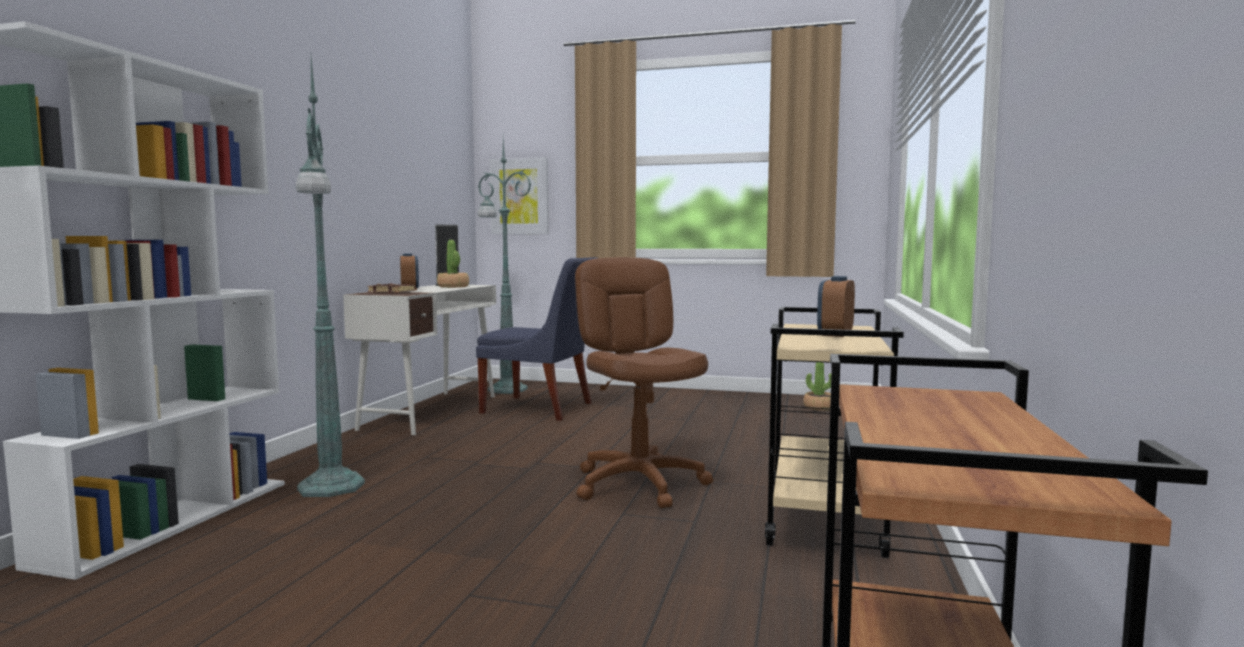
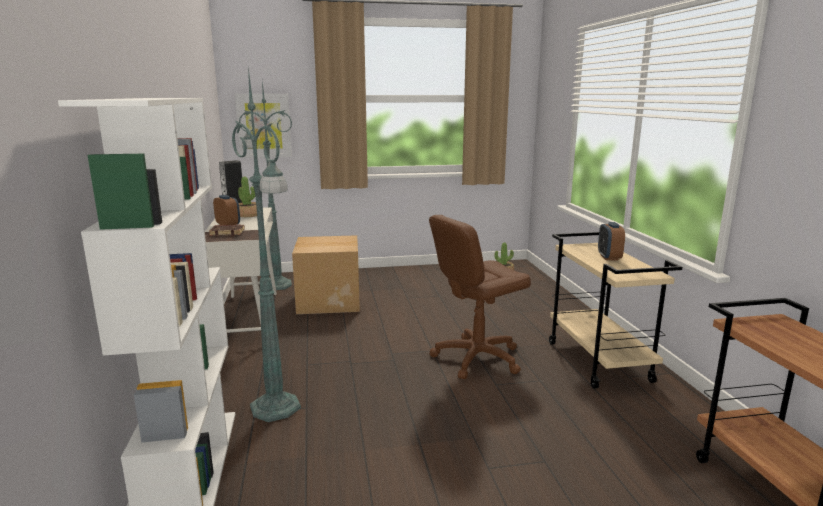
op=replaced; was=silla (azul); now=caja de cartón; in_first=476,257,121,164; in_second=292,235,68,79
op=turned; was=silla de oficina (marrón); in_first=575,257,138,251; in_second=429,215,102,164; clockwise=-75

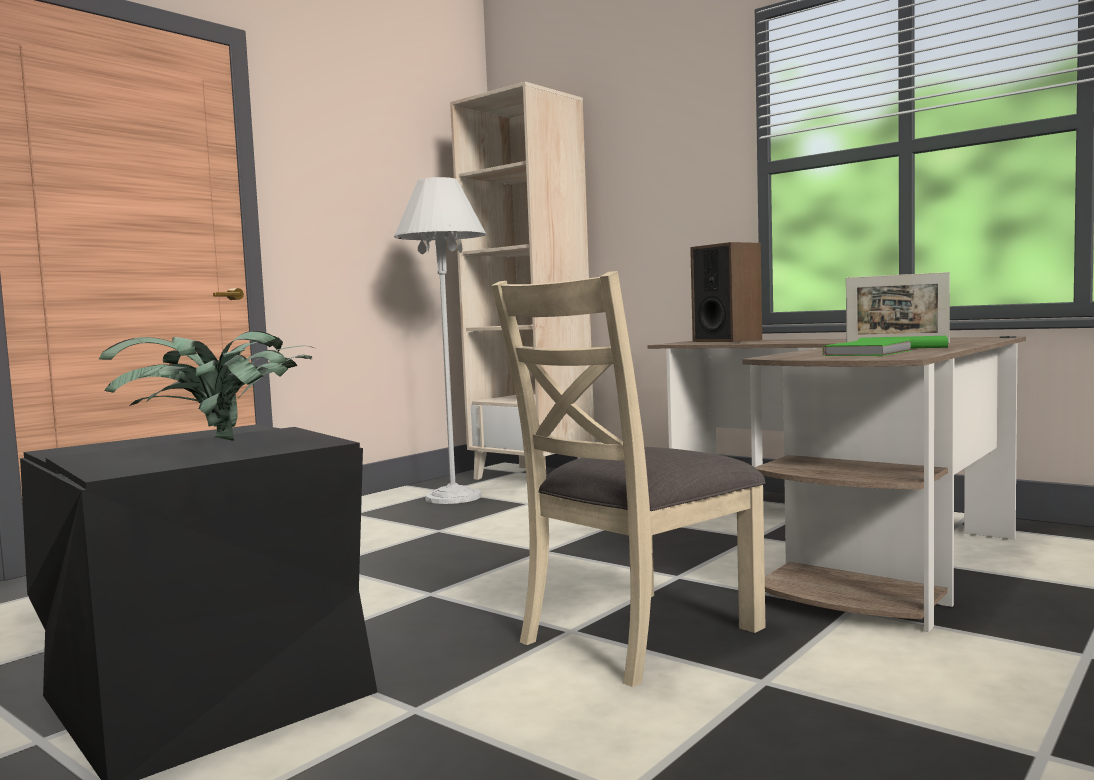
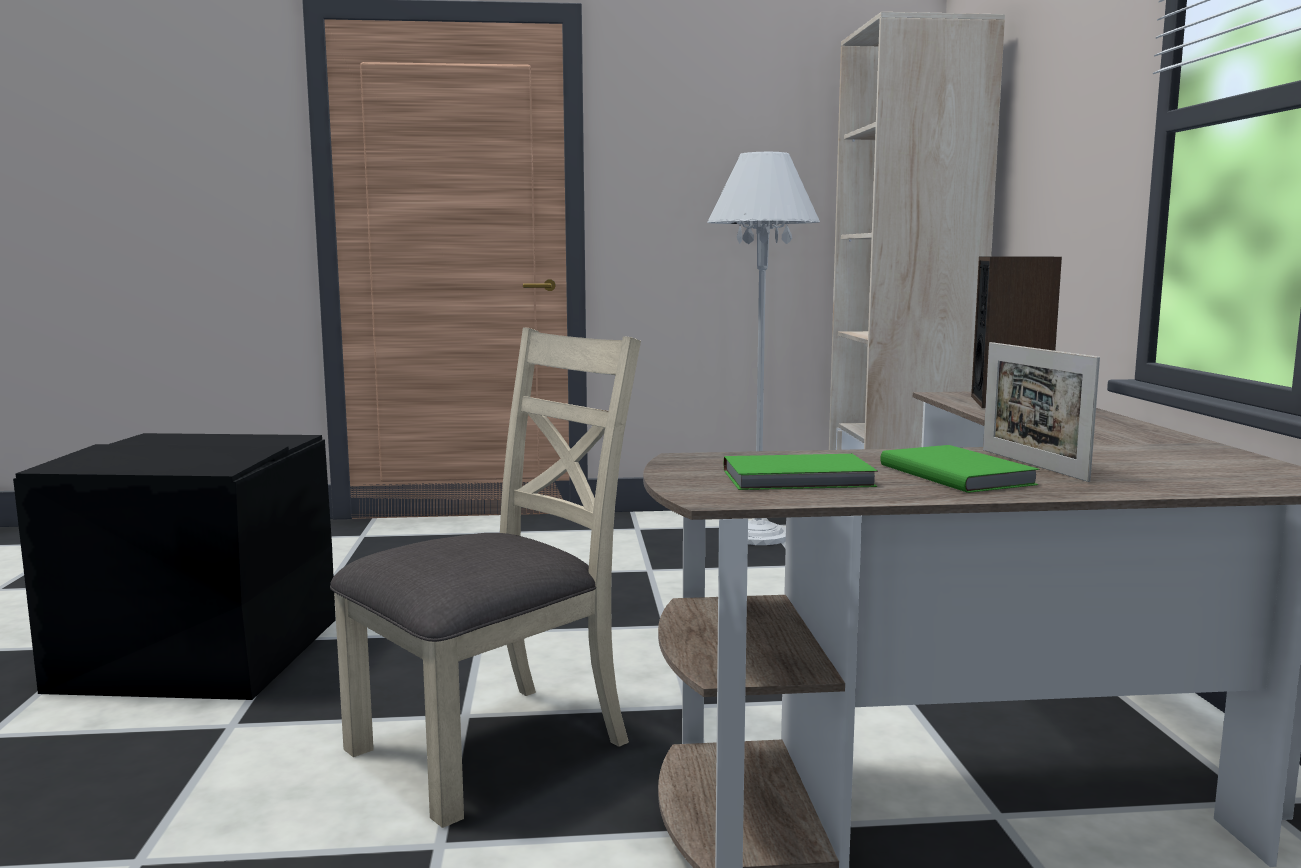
op=removed; was=planta en maceta; in_first=98,331,216,110
op=turned; was=silla (beis); in_first=491,271,275,416; in_second=330,327,311,501; clockwise=135

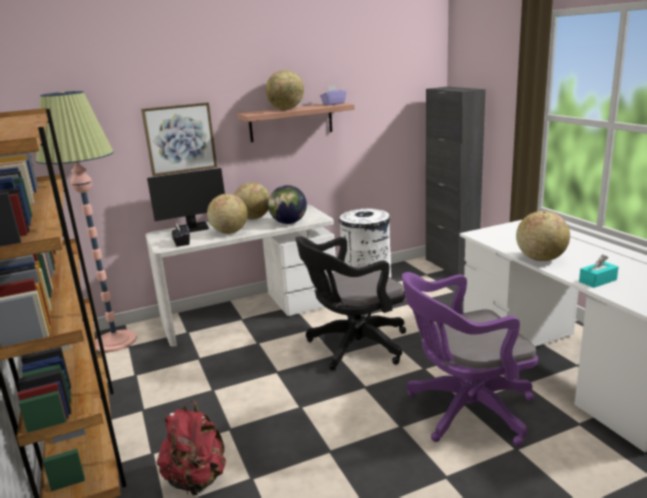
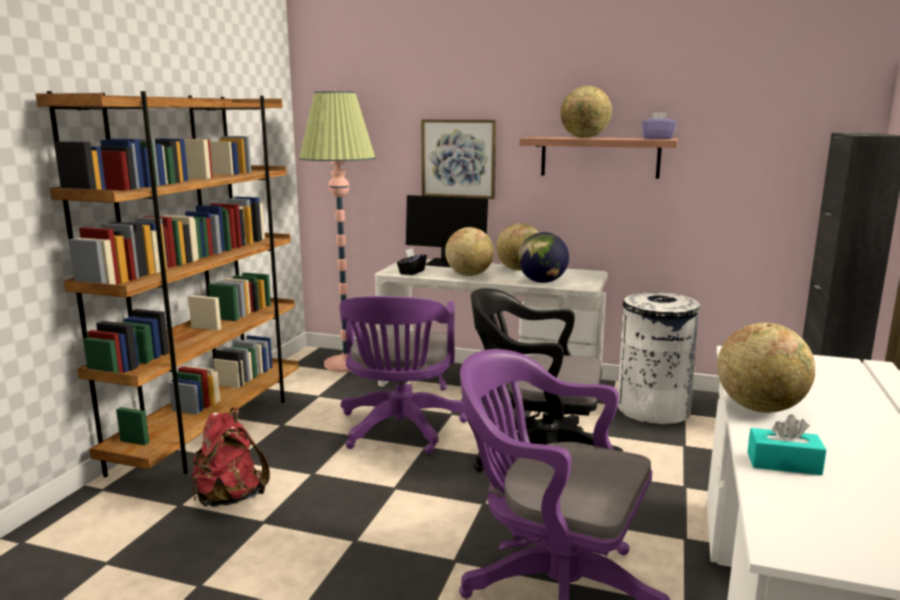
op=added; now=silla de oficina (morado); in_second=339,296,128,158

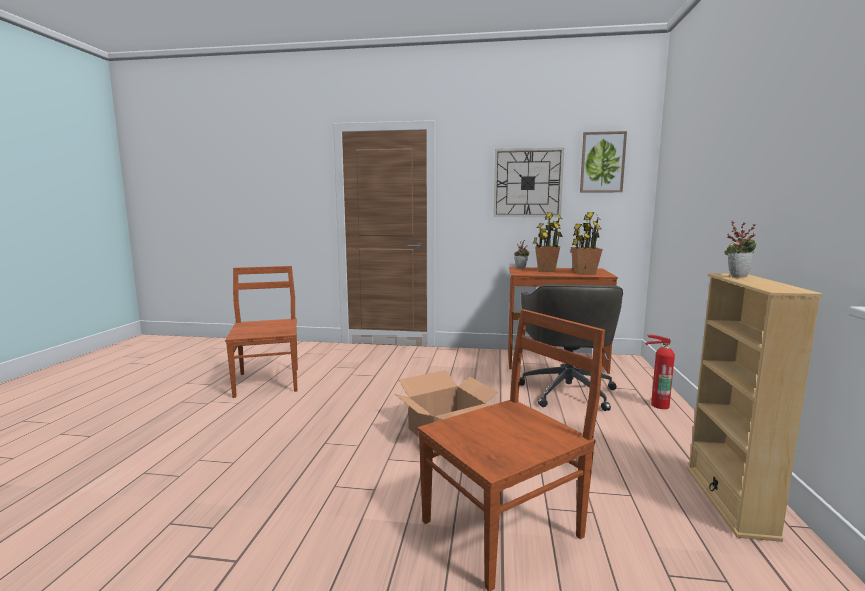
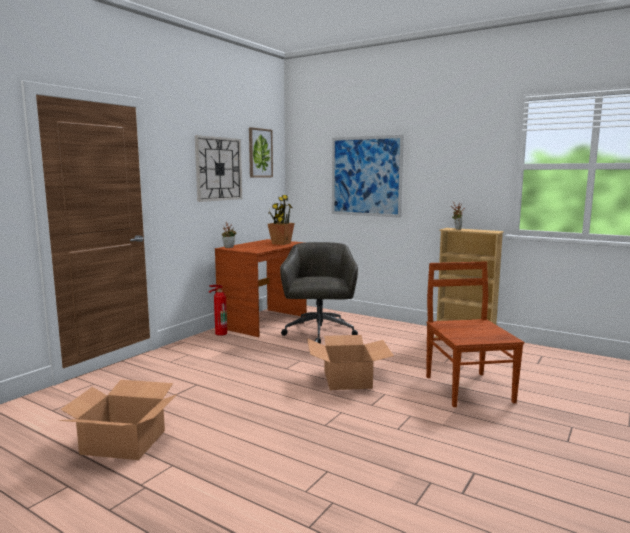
op=removed; was=planta en maceta; in_first=533,212,30,60
op=added; now=cuadro; in_second=332,135,72,83
op=moved; was=extintor; in_first=645,335,30,74; in_second=209,285,18,51
op=replaced; was=silla (marrón); now=caja de cartón; in_first=225,266,73,132; in_second=58,380,119,80
op=turned; was=silla de oficina (gris); in_first=519,284,104,127; in_second=280,242,78,102; clockwise=-120

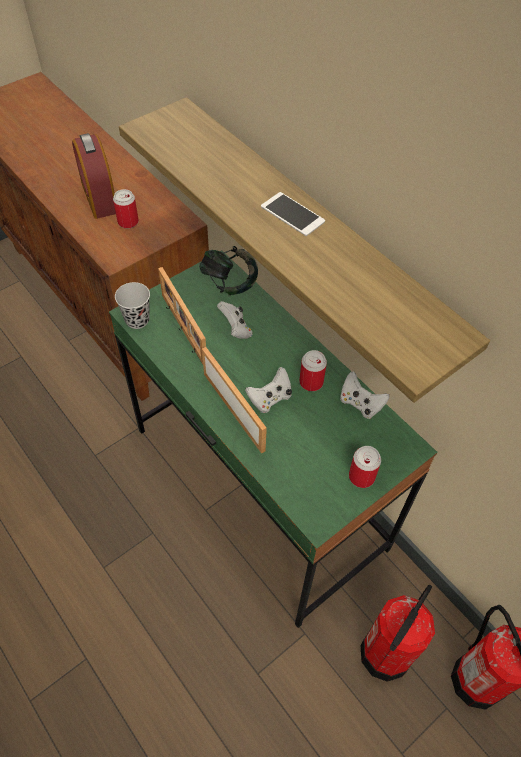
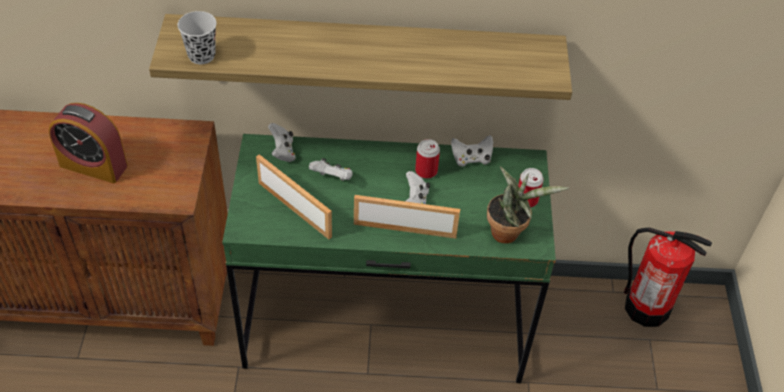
op=removed; was=lata; in_first=113,189,26,40
op=removed; was=móvil; in_first=261,192,64,44
op=removed; was=extintor; in_first=361,585,74,97
op=added; now=planta en maceta; in_second=487,166,82,78
op=moved; was=taza (negro); in_first=115,282,35,47; in_second=178,11,39,53
op=replaced; was=auriculares; now=mando de consola (blanco); in_first=199,246,59,49; in_second=268,123,28,39
op=turned; was=portarretratos; in_first=158,267,48,97; in_second=256,154,76,85; clockwise=-150

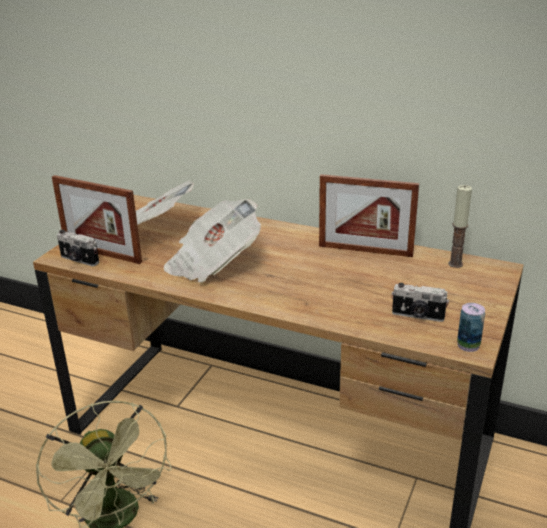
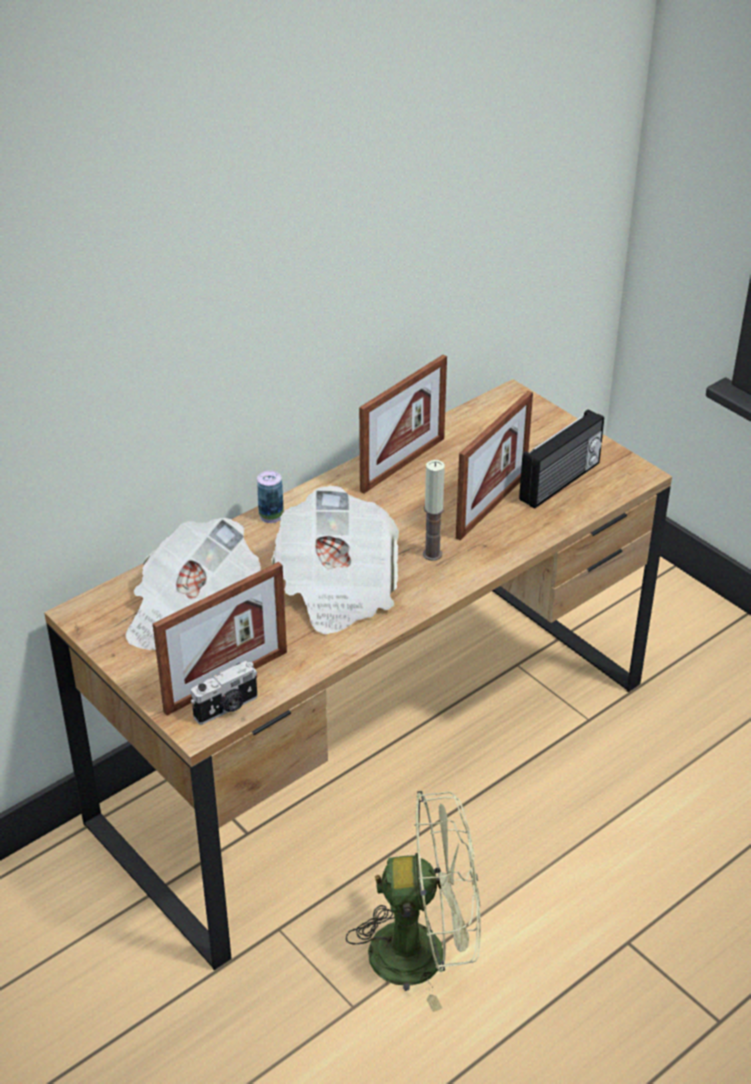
op=added; now=portarretratos; in_second=456,391,77,149
op=moved; was=vela; in_first=448,185,24,83; in_second=423,460,22,101
op=moved; was=lata; in_first=457,303,28,49; in_second=257,471,27,52
op=replaced; was=cámara; now=radio; in_first=392,283,57,39; in_second=519,409,85,100

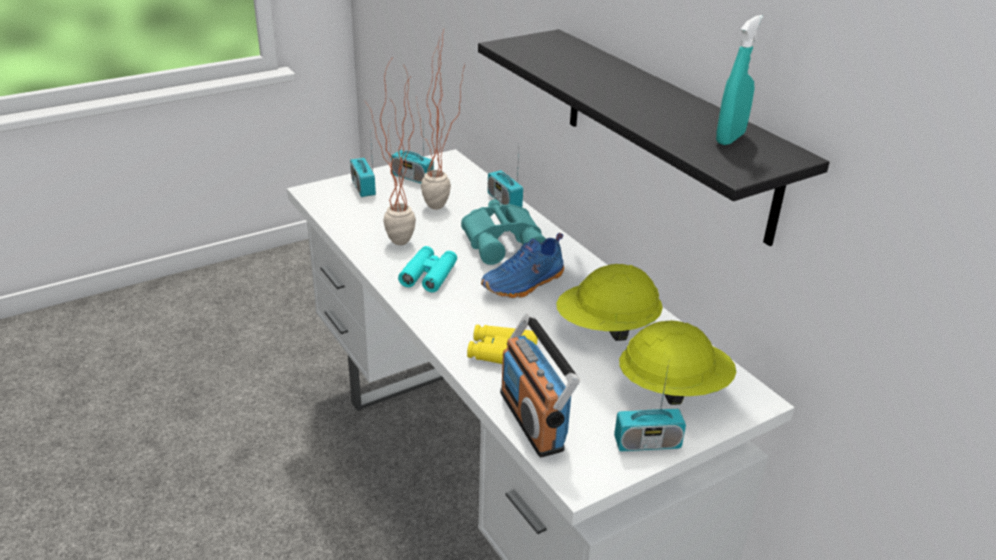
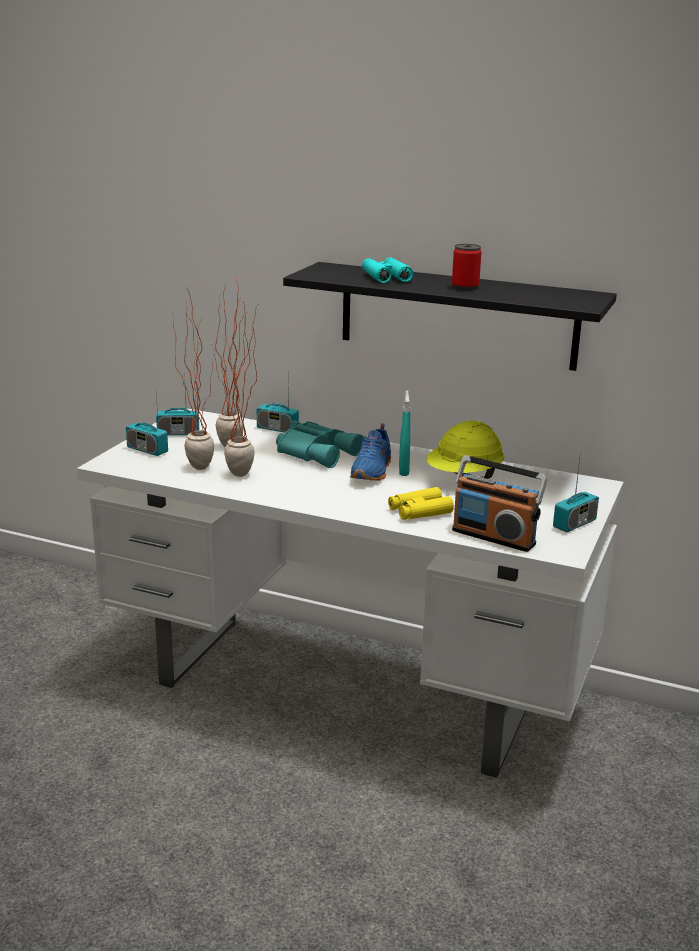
op=removed; was=casco (amarillo); in_first=619,321,117,84
op=added; now=planta en maceta; in_second=173,287,42,183
op=added; now=lata; in_second=452,244,29,46
op=moved; was=prismáticos (turquesa); in_first=398,246,59,46; in_second=362,257,51,26
op=moved; was=pulverizador (turquesa); in_first=716,15,47,130; in_second=399,390,11,86

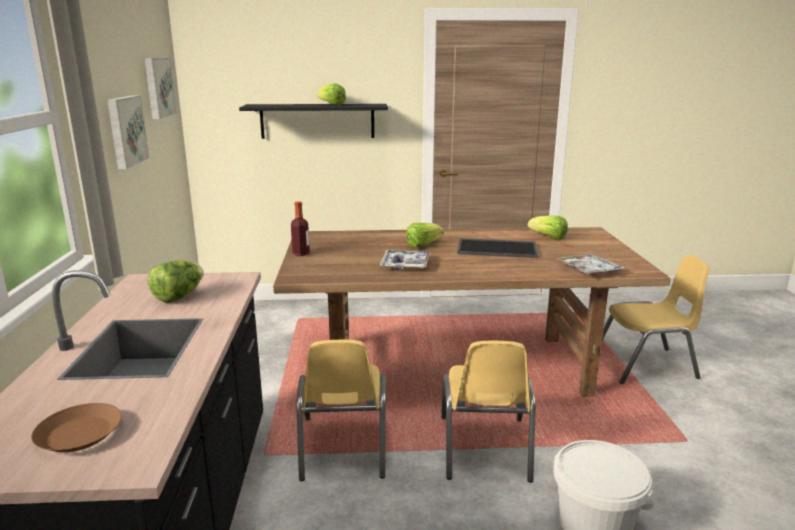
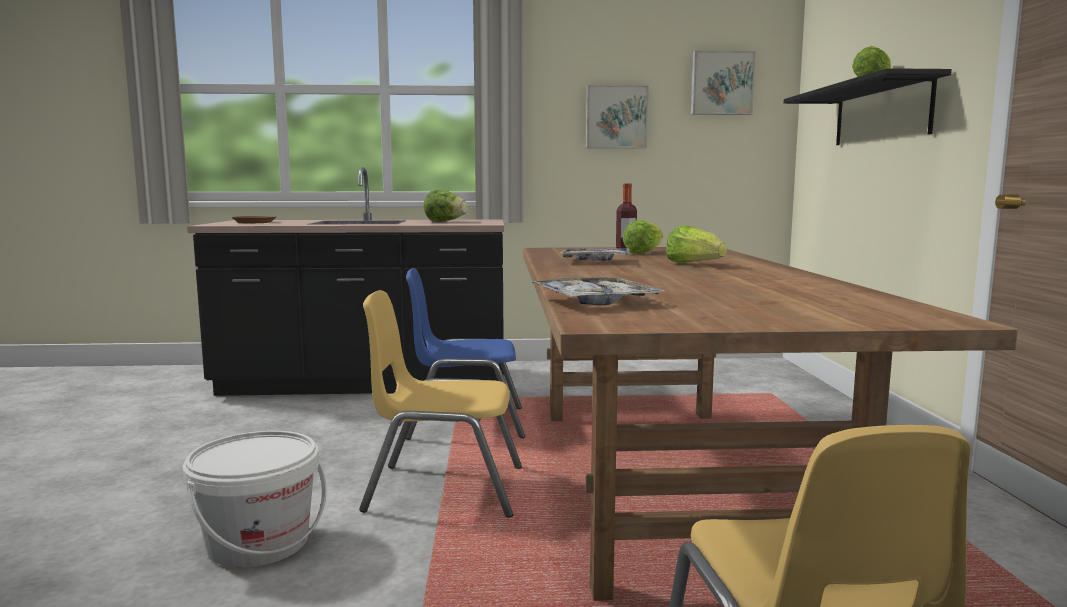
op=removed; was=bandeja; in_first=457,238,81,20
op=moved; was=lechuga; in_first=528,216,40,24; in_second=623,220,40,34
op=recoloured; was=silla (amarillo); now=silla (azul); in_first=296,340,90,141; in_second=406,268,119,172

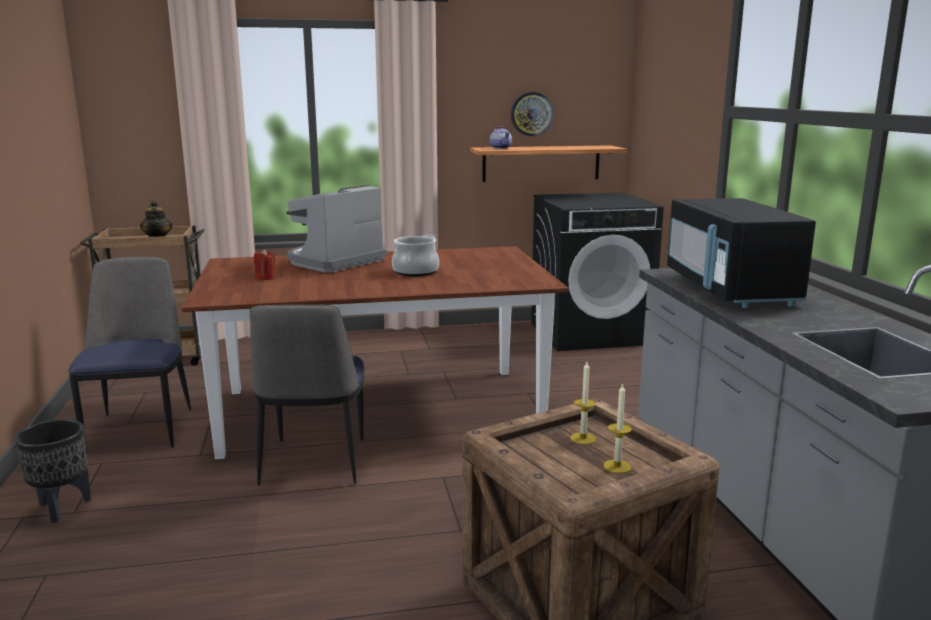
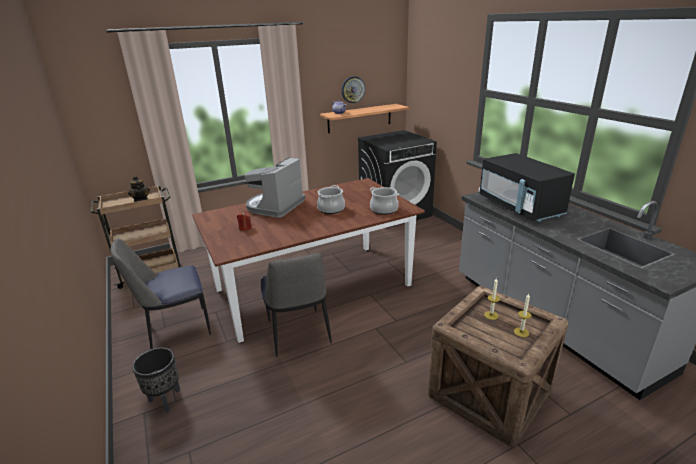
op=added; now=olla; in_second=370,187,29,28
op=turned; was=silla; in_first=68,257,123,197; in_second=111,238,100,111; clockwise=-90

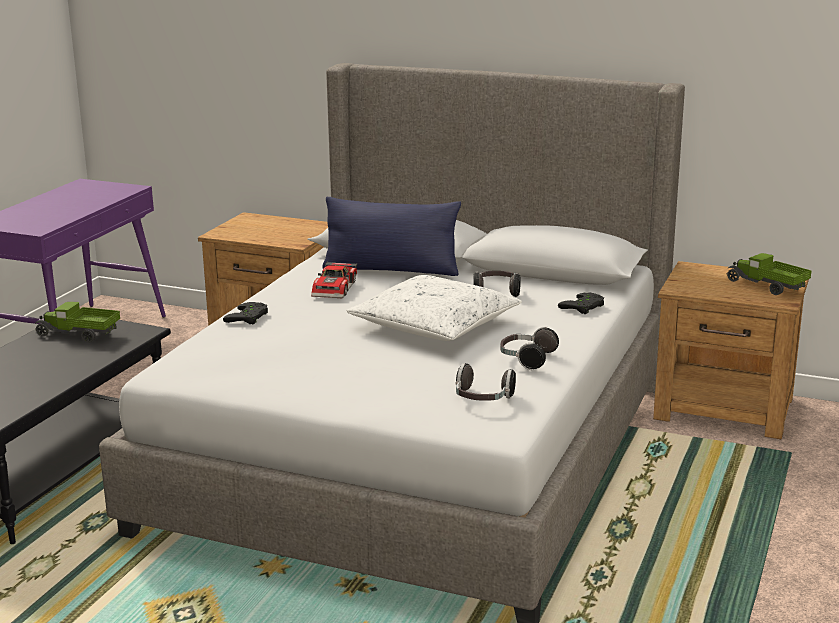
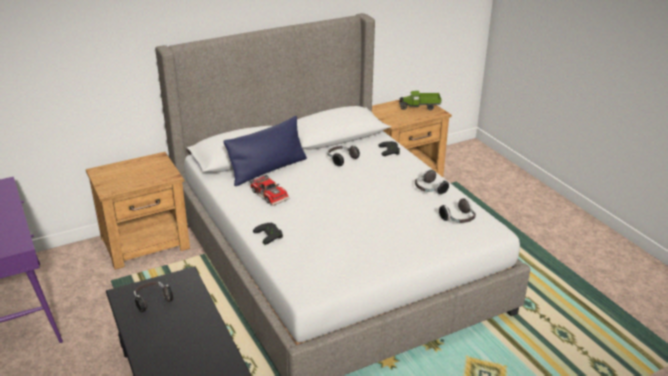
op=removed; was=cojín (blanco); in_first=346,275,176,66
op=replaced; was=camión de juguete; now=auriculares; in_first=35,302,85,41; in_second=134,281,39,31

